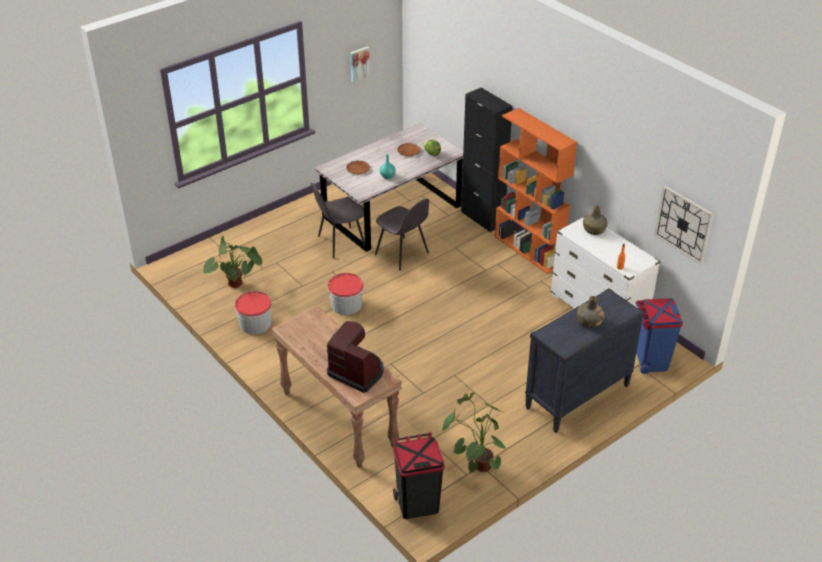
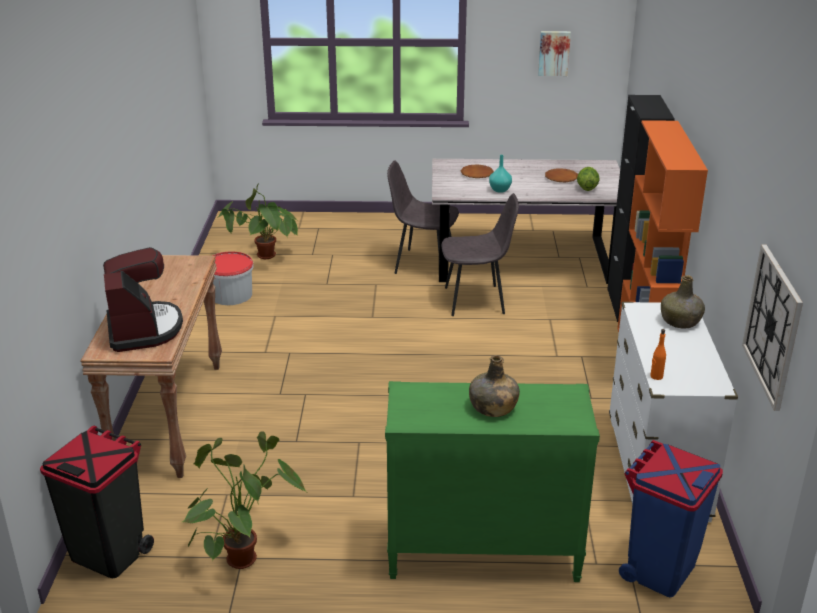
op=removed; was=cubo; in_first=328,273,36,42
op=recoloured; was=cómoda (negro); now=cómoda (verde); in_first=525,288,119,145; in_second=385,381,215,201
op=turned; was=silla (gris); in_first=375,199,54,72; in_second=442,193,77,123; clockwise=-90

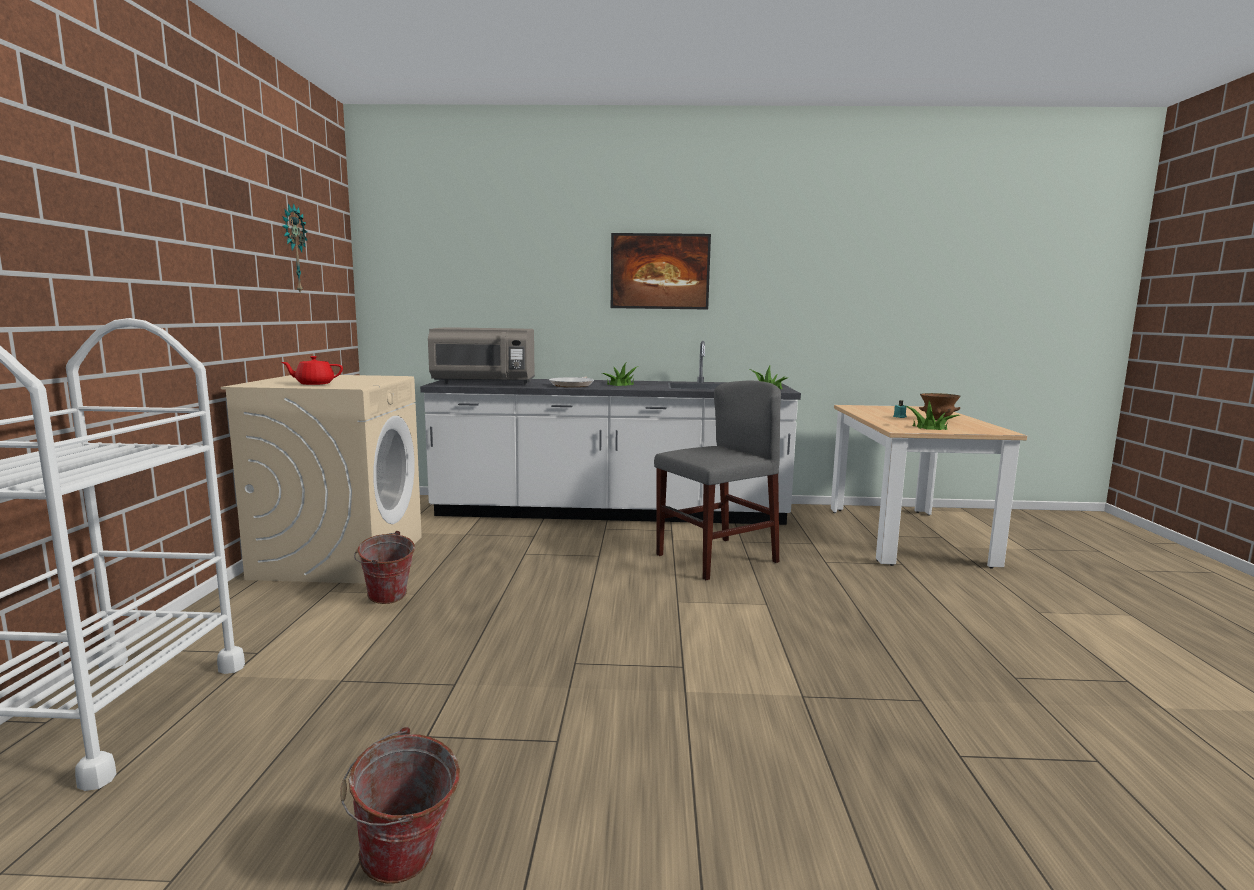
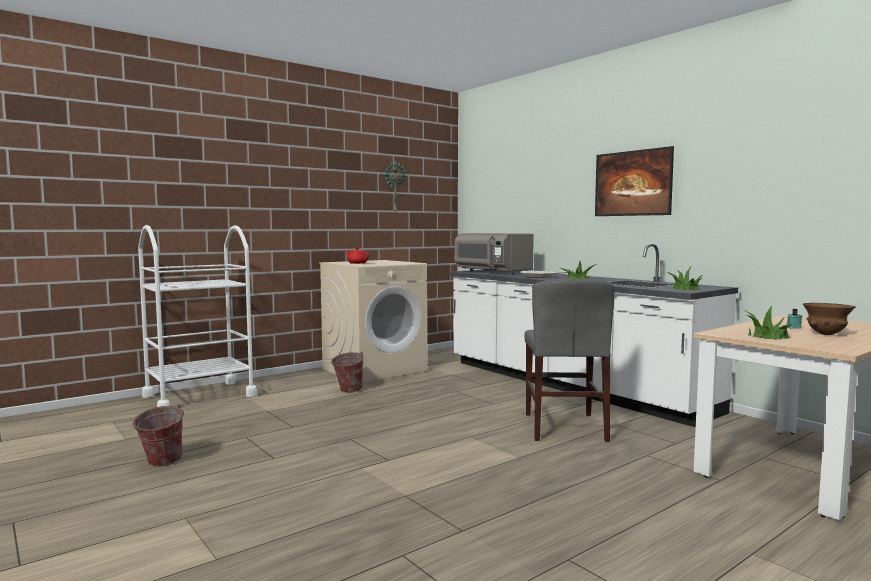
op=turned; was=silla (gris); in_first=654,381,127,199; in_second=525,279,89,163; clockwise=75

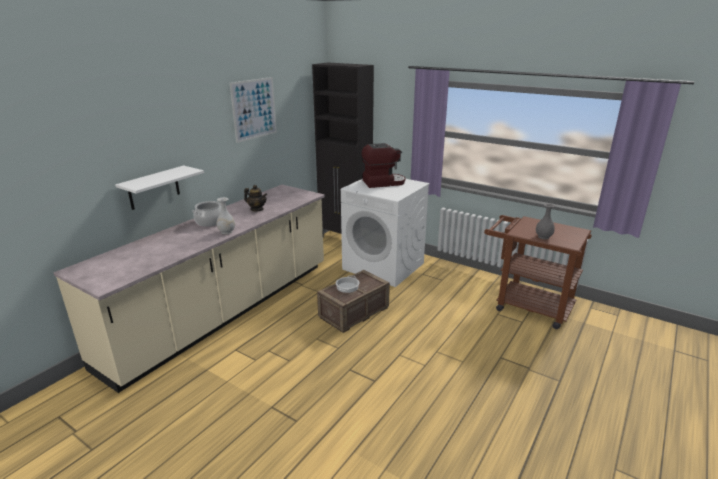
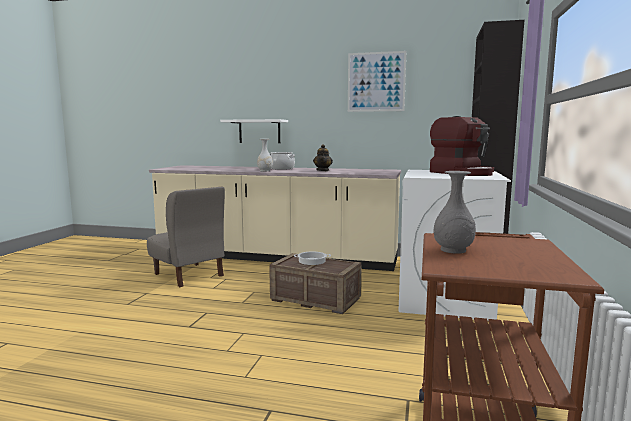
op=added; now=silla (gris); in_second=147,187,78,100

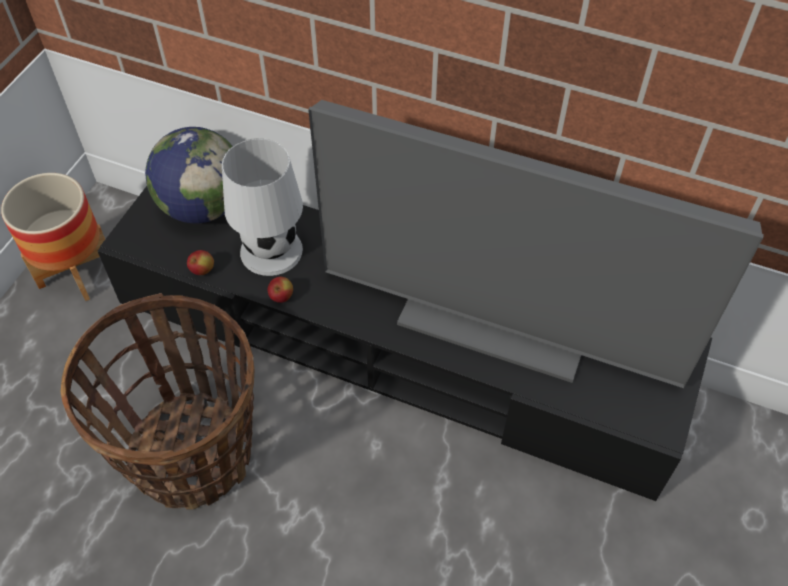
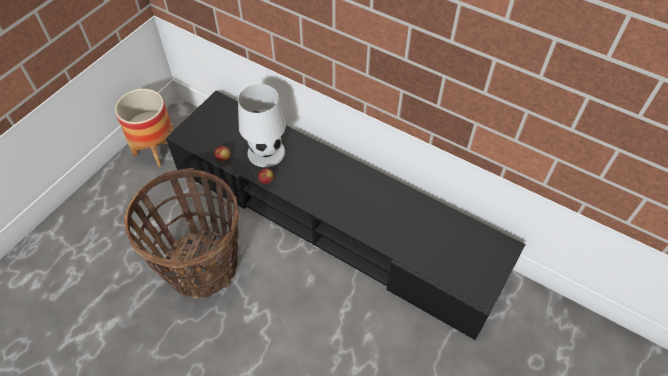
op=removed; was=globo terráqueo; in_first=145,127,87,96
op=removed; was=televisor; in_first=308,100,456,288

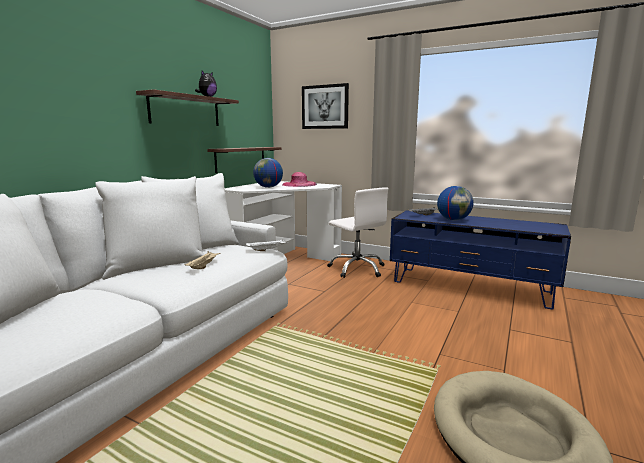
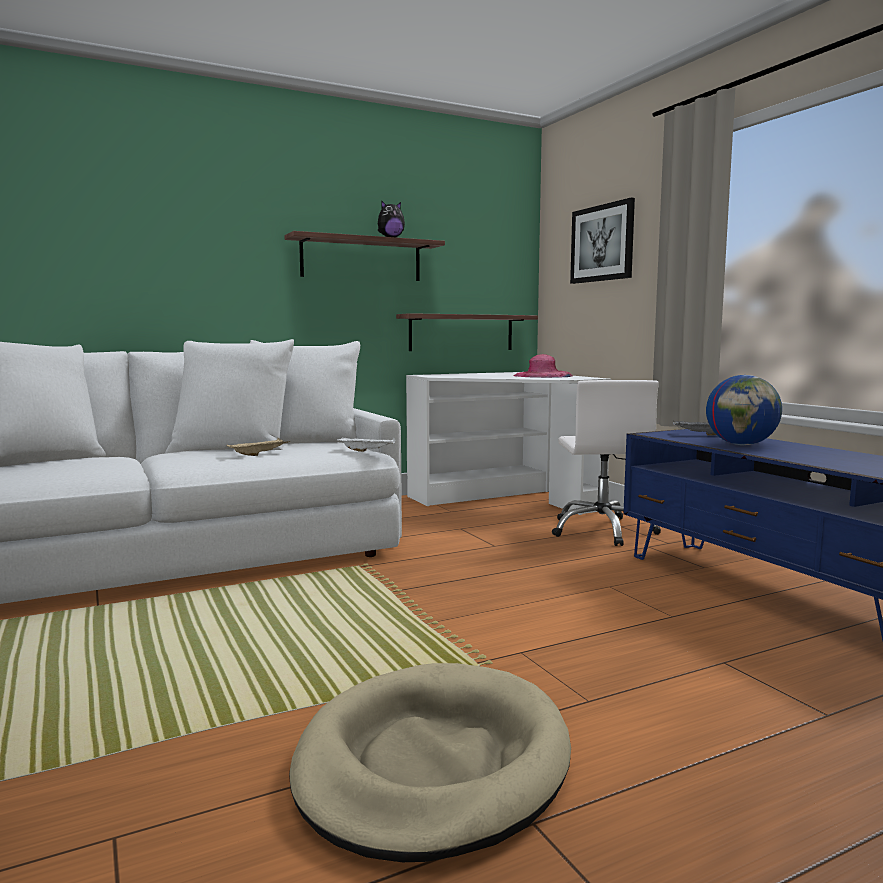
op=removed; was=globo terráqueo; in_first=253,158,30,30

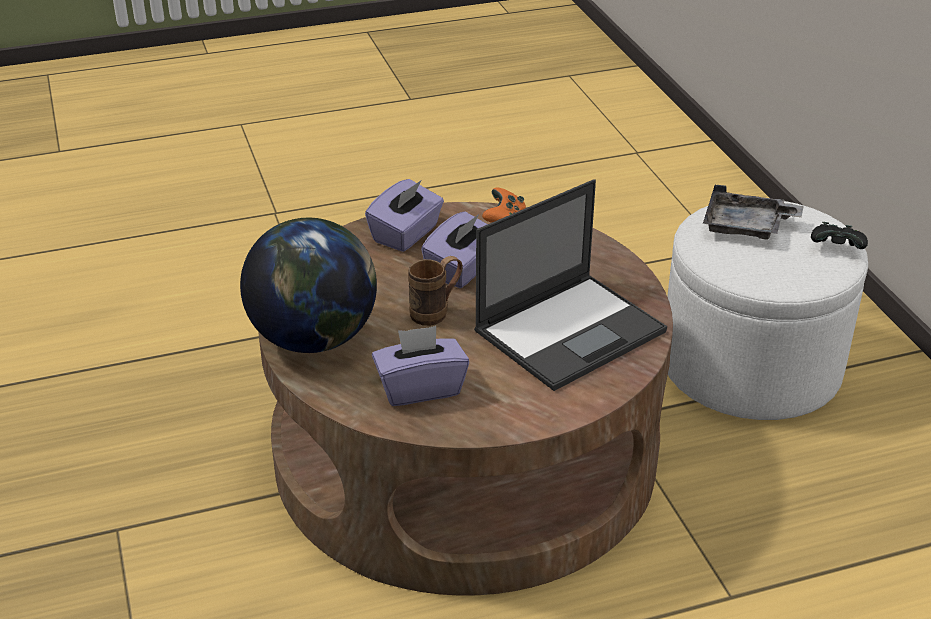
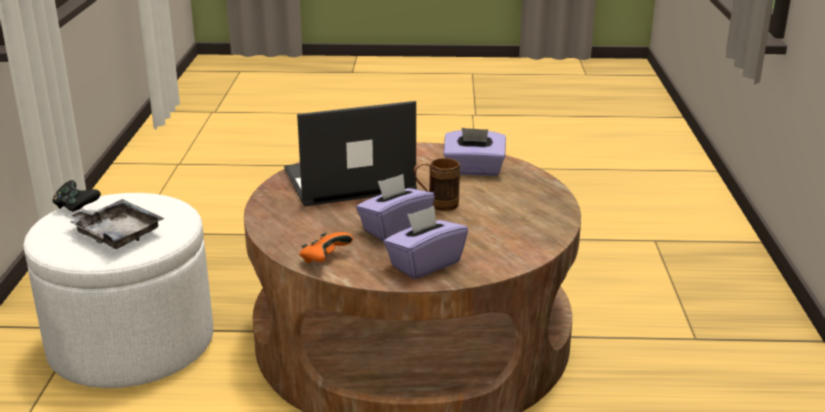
op=removed; was=globo terráqueo; in_first=240,218,137,135

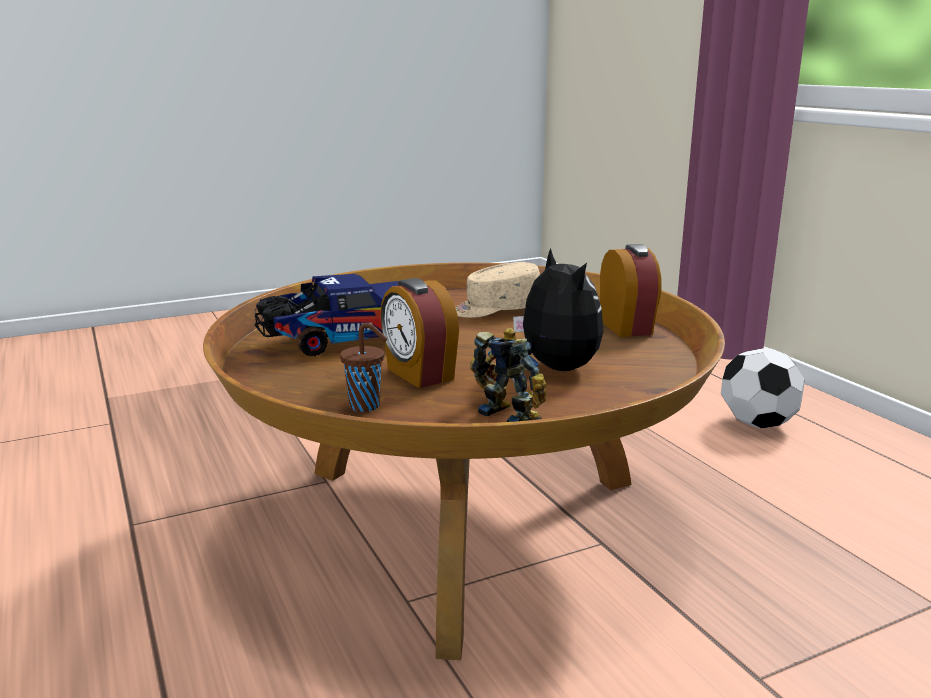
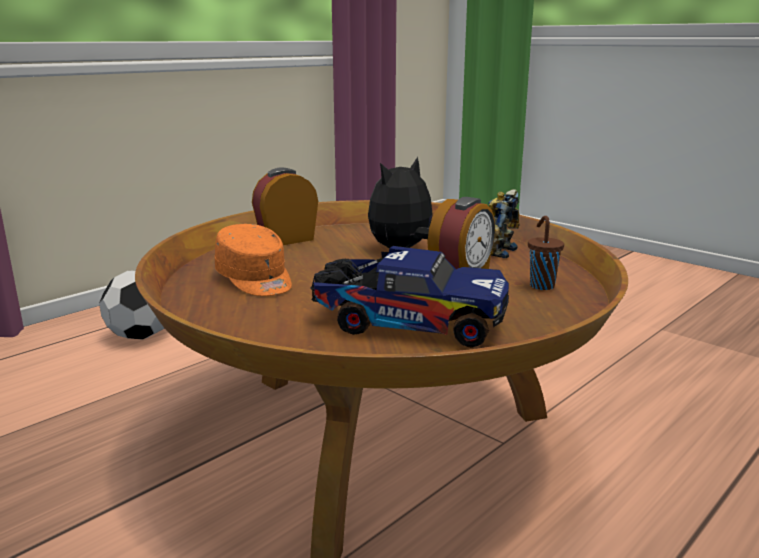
op=recoloured; was=gorra (beis); now=gorra (naranja); in_first=455,262,85,56; in_second=214,224,78,72
op=turned; was=camión de juguete; in_first=255,274,143,82; in_second=310,246,199,102; clockwise=150

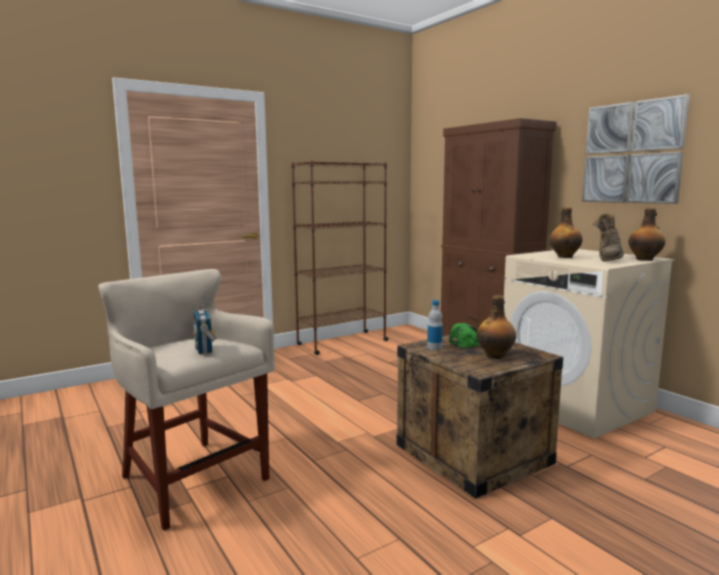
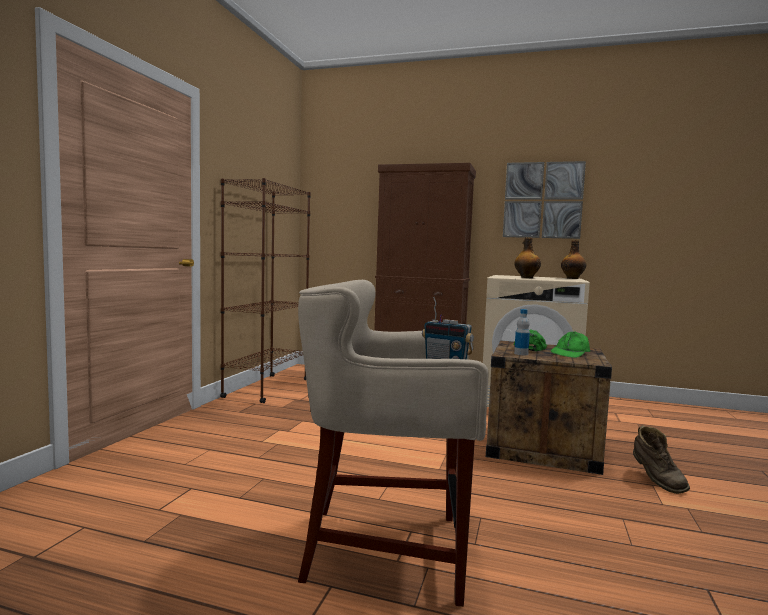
op=moved; was=bota (marrón); in_first=593,213,31,49; in_second=633,425,57,69
op=replaced; was=botella; now=gorra (verde); in_first=477,295,39,64; in_second=551,331,39,27

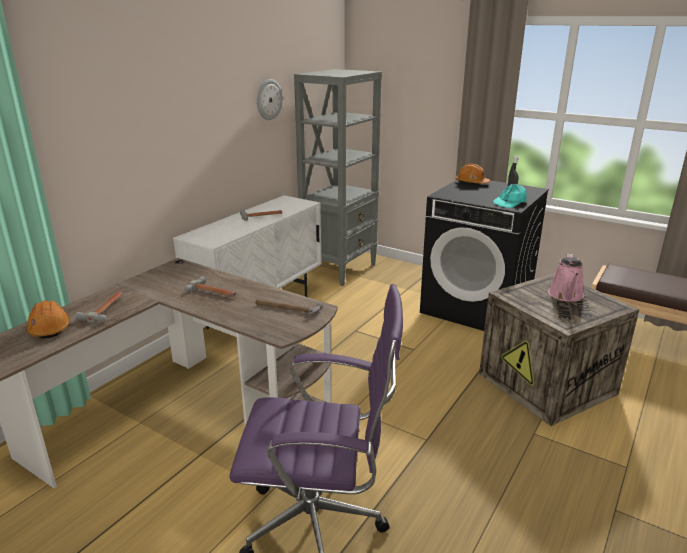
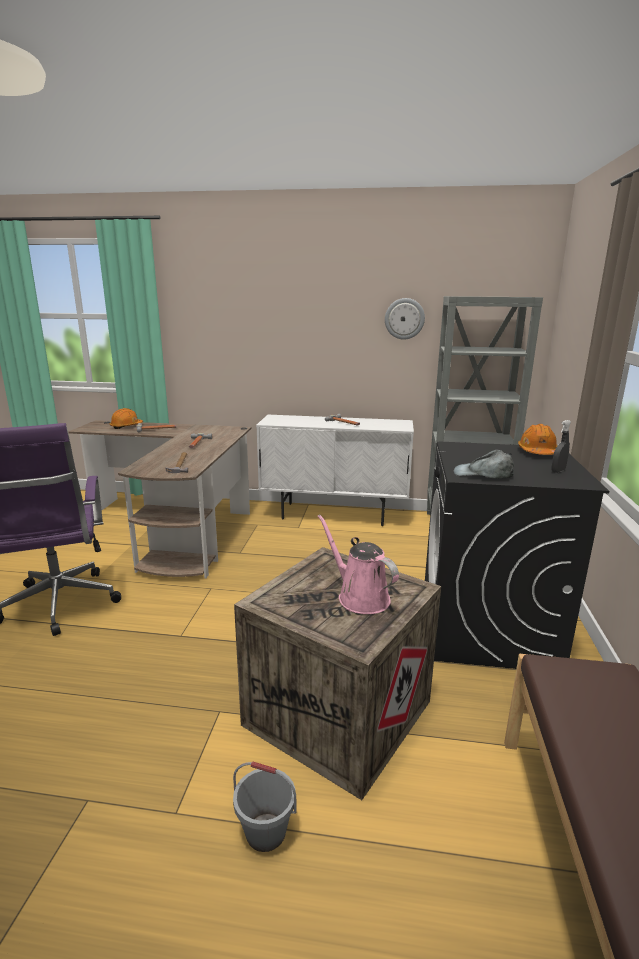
op=added; now=cubo (gris); in_second=233,761,63,91
op=recoloured; was=gorra (turquesa); now=gorra (gris); in_first=493,184,34,24; in_second=454,450,60,28
op=turned; was=regadera (rosa); in_first=548,254,36,48; in_second=318,514,81,100; clockwise=60

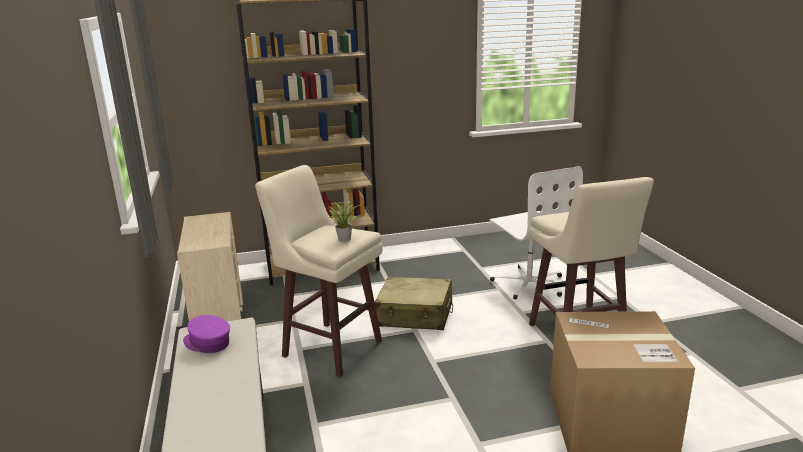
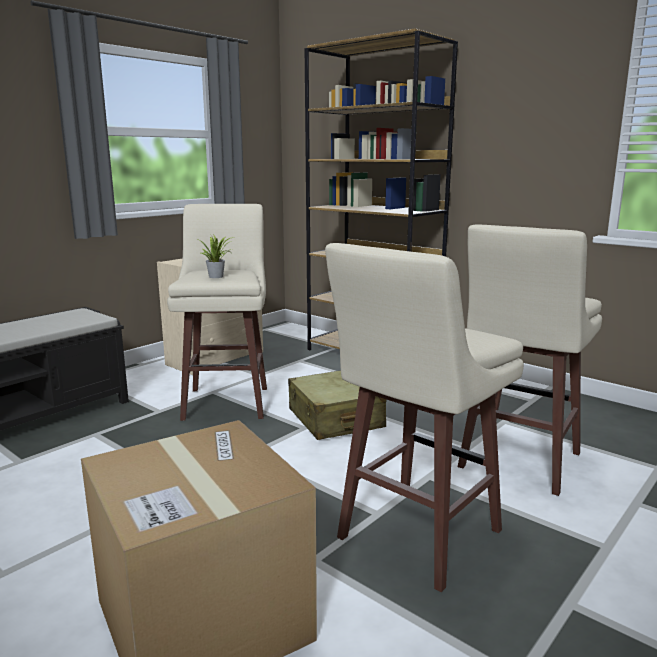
op=removed; was=gorra (morado); in_first=183,315,47,38
op=replaced; was=silla de oficina (blanco); now=taburete (beis); in_first=489,166,94,134; in_second=458,225,144,271

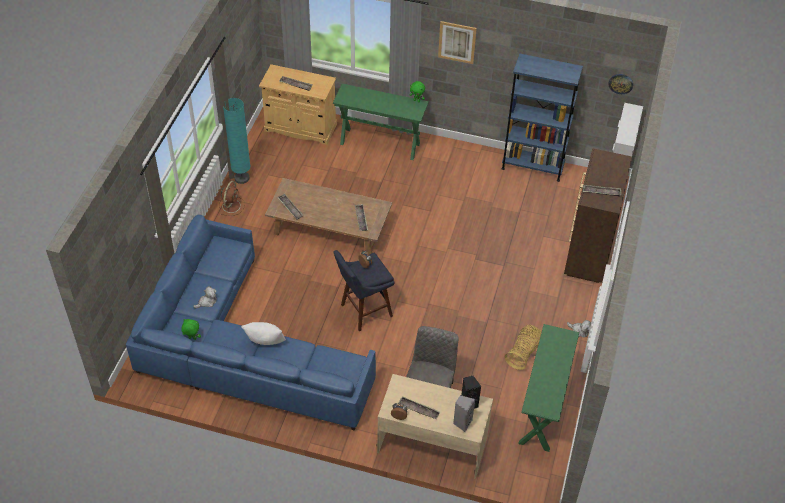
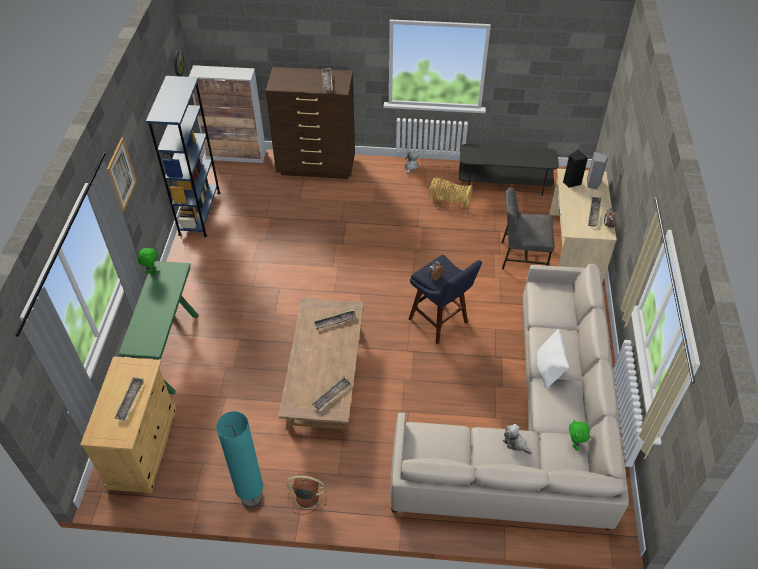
op=replaced; was=mesa consola (verde); now=mueble de televisión (gris); in_first=518,324,61,128; in_second=459,144,100,52
op=recoloured; was=sofá (azul); now=sofá (beis); in_first=126,215,250,216; in_second=390,264,239,266

